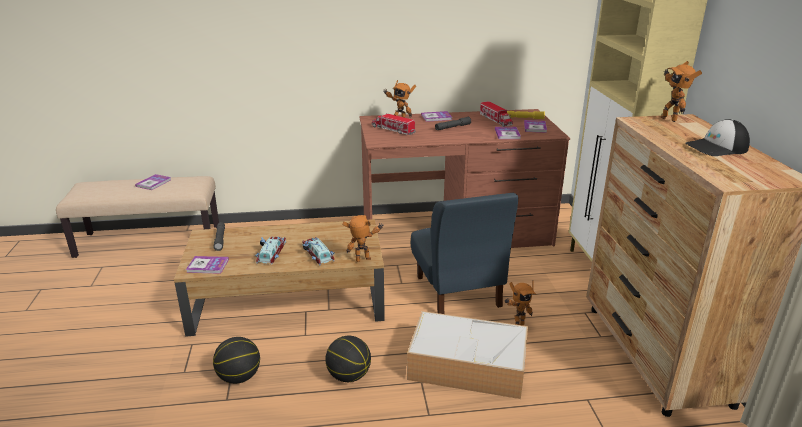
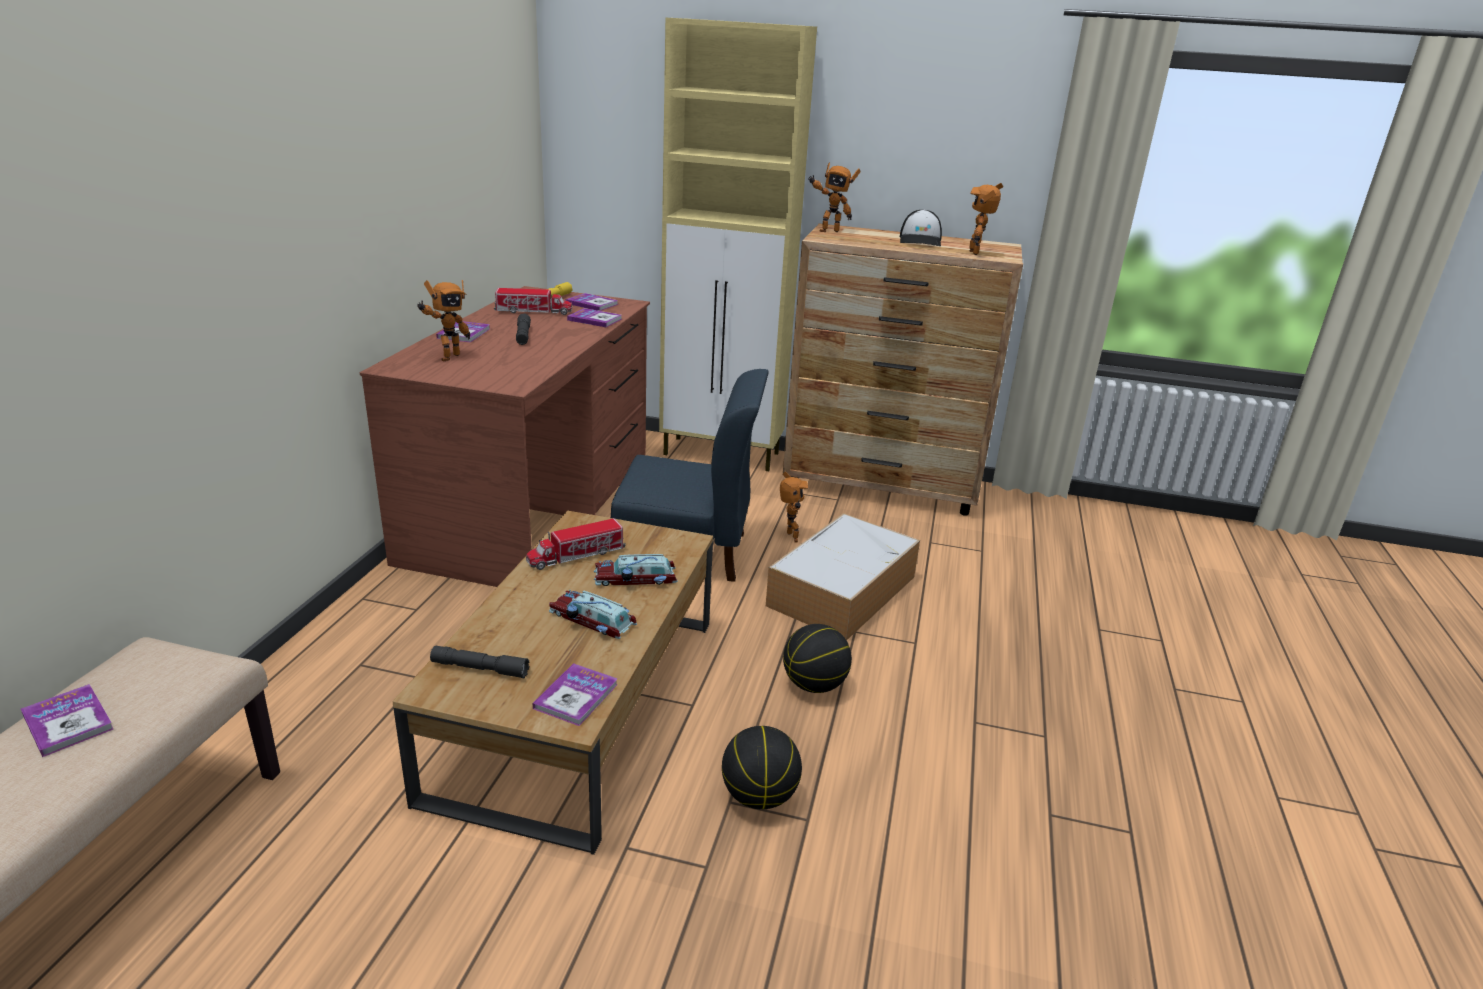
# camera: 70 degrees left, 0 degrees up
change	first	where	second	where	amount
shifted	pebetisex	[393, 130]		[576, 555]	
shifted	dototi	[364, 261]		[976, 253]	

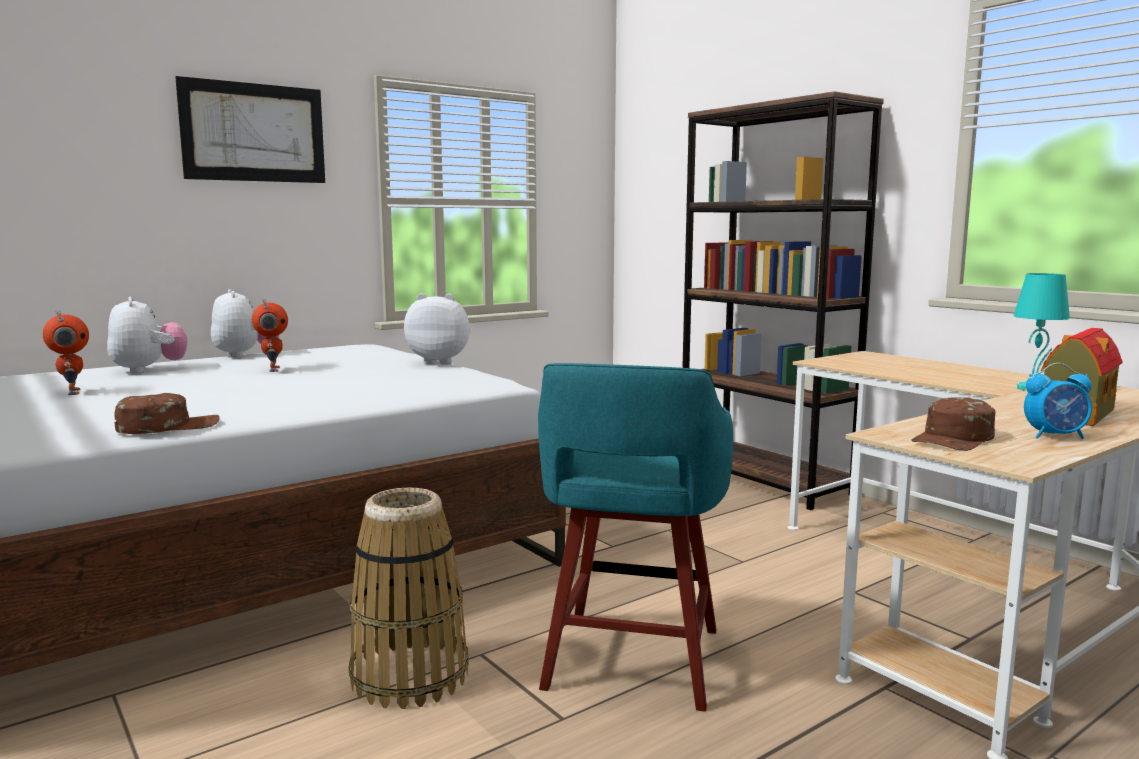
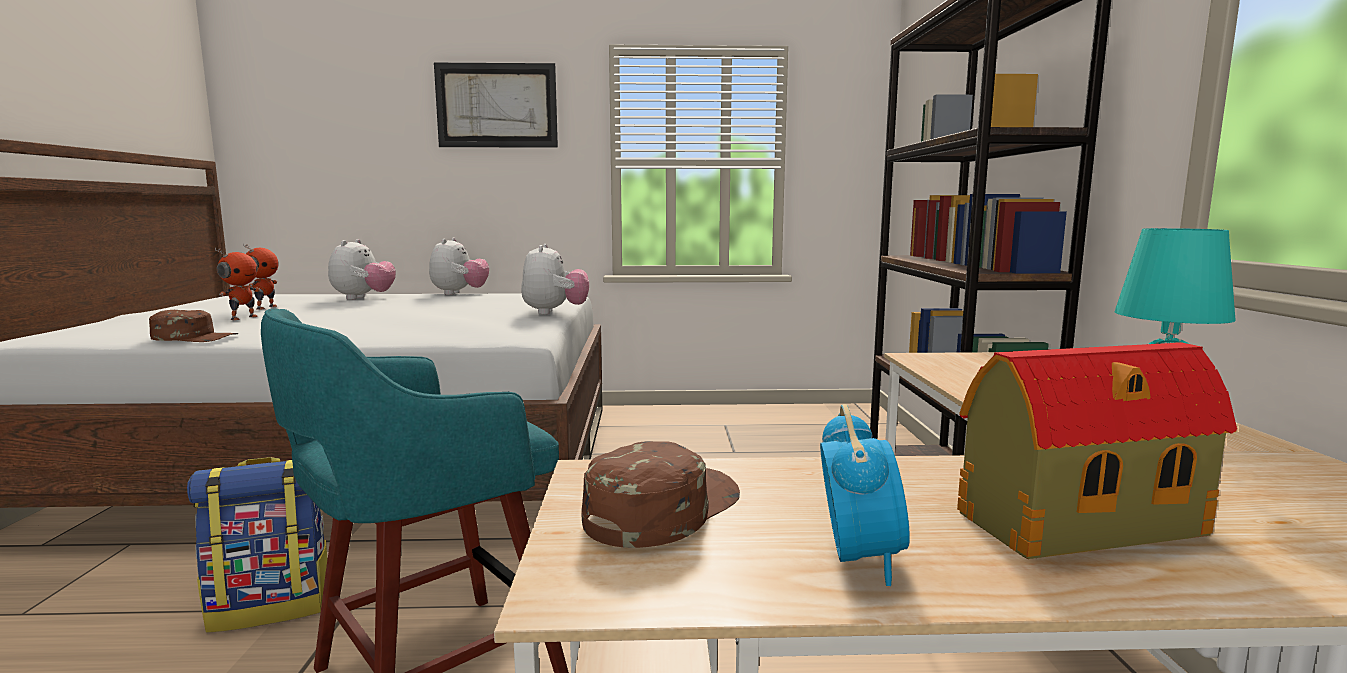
# camera: 35 degrees right, 0 degrees up
change	first	where	second	where	amount
rotated	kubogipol	[440, 361]		[555, 312]	45 degrees clockwise
shifted	dototi	[272, 369]		[243, 318]	
rotated	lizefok	[1055, 436]		[858, 558]	120 degrees counterclockwise
rotated	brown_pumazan	[954, 439]		[661, 509]	135 degrees clockwise
swapped	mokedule	[410, 675]	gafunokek	[272, 606]	

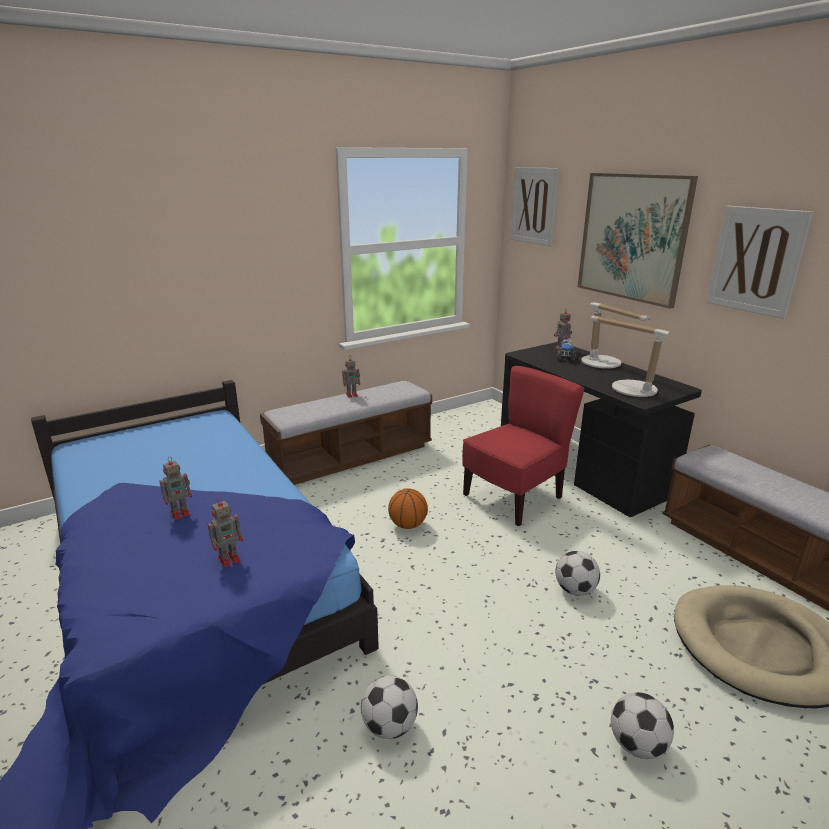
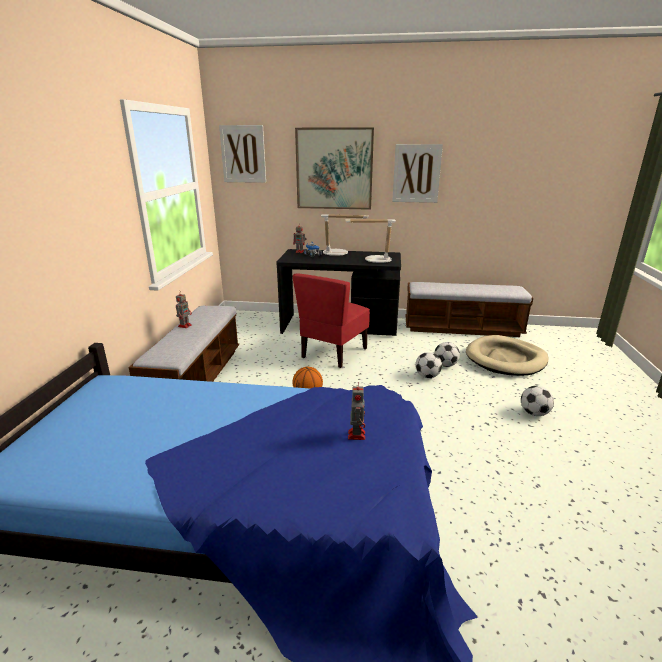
# camera: 50 degrees left, 0 degrees up
change	first	where	second	where	amount
rotated	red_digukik	[514, 497]		[333, 353]	150 degrees counterclockwise
gone	dototi	[181, 513]			
shifted	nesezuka	[389, 726]		[445, 365]	

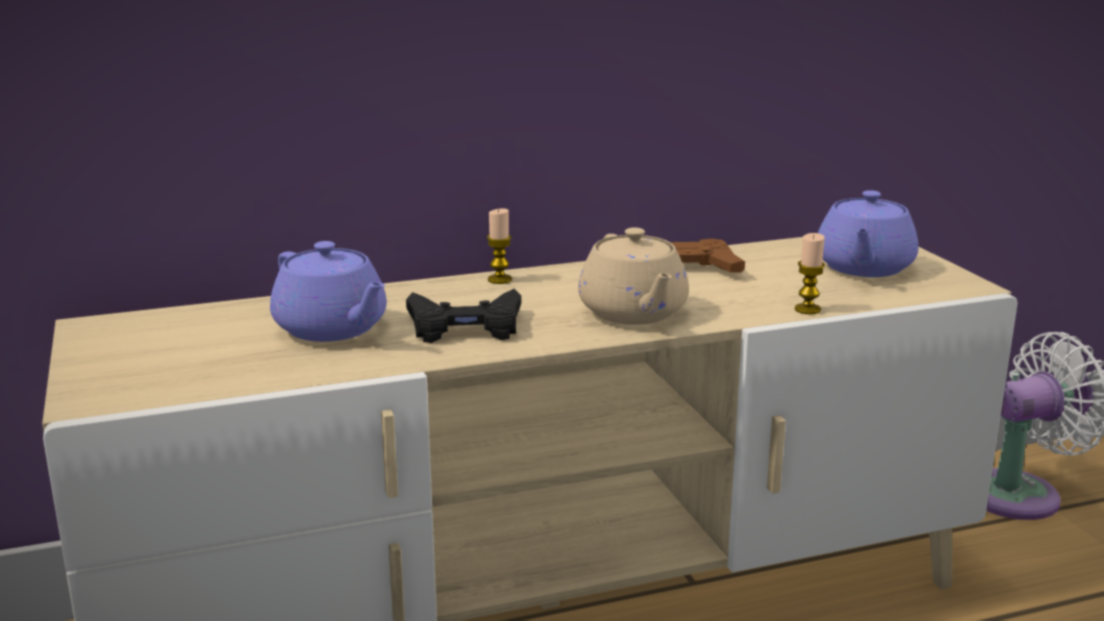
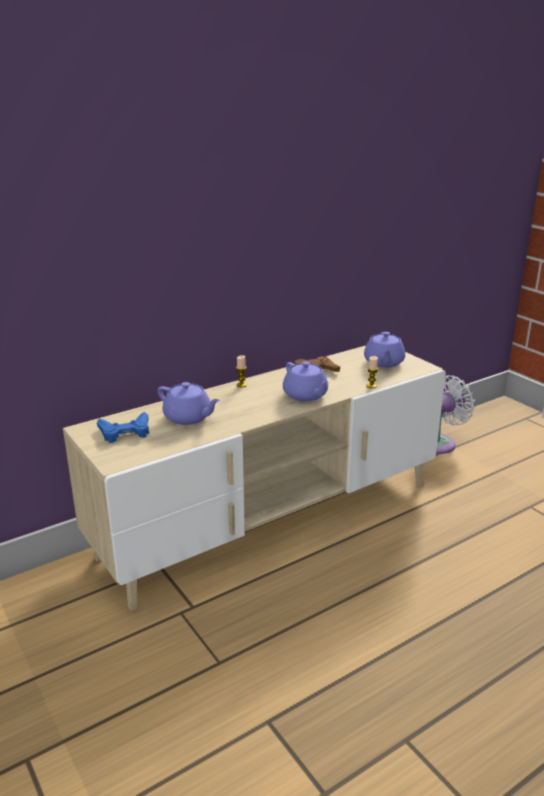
# camera: 15 degrees left, 5 degrees up
change	first	where	second	where	amount
repainted	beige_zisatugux	[633, 313]	purple_zisatugux	[305, 395]	
gone	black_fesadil	[465, 326]			
new			blue_fesadil	[125, 432]	

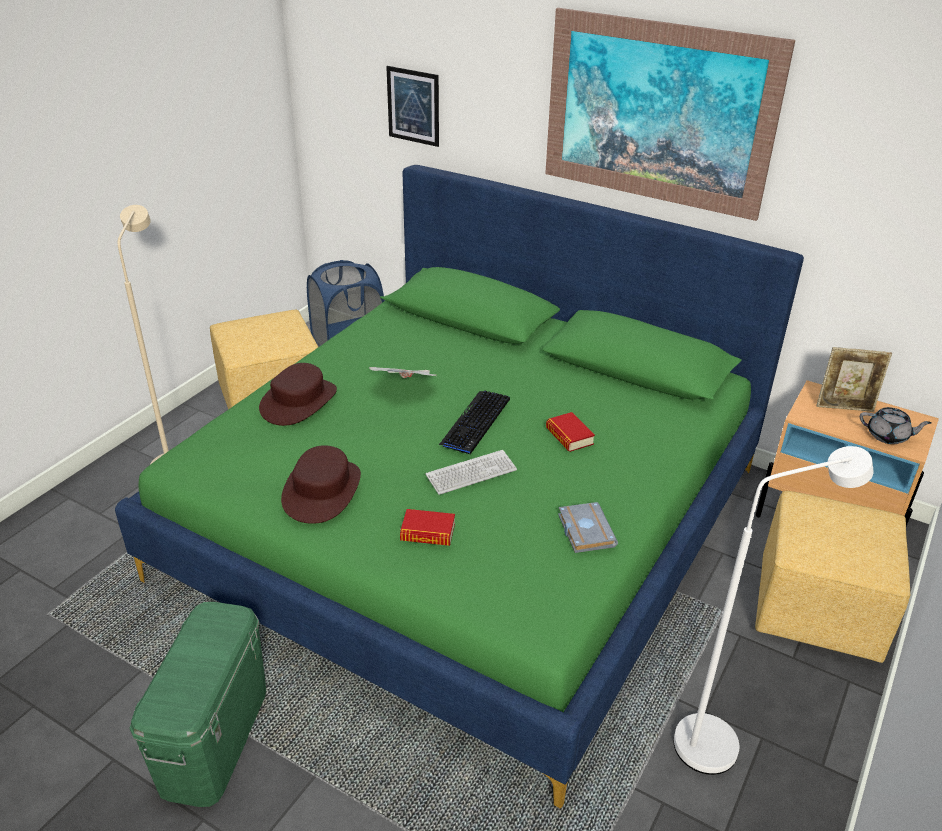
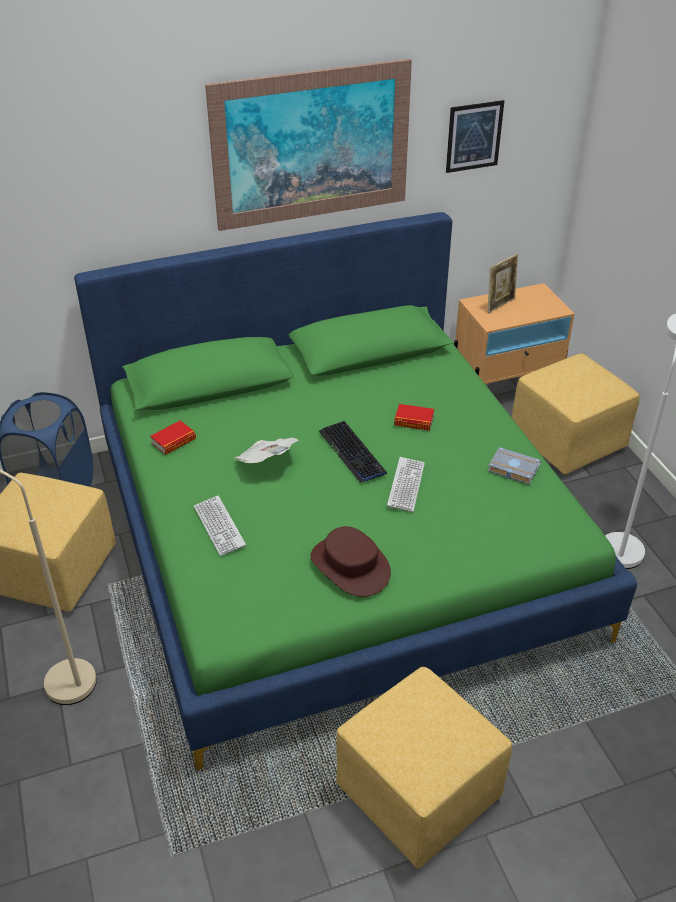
# camera: 50 degrees left, 5 degrees up
change	first	where	second	where	amount
shifted	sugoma	[413, 106]		[474, 136]	
swapped	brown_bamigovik	[299, 401]	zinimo	[219, 526]	
gone	grey_zisatugux	[888, 436]			
shifted	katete	[427, 532]		[173, 441]	
swapped	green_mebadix	[214, 738]	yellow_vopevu	[416, 794]	

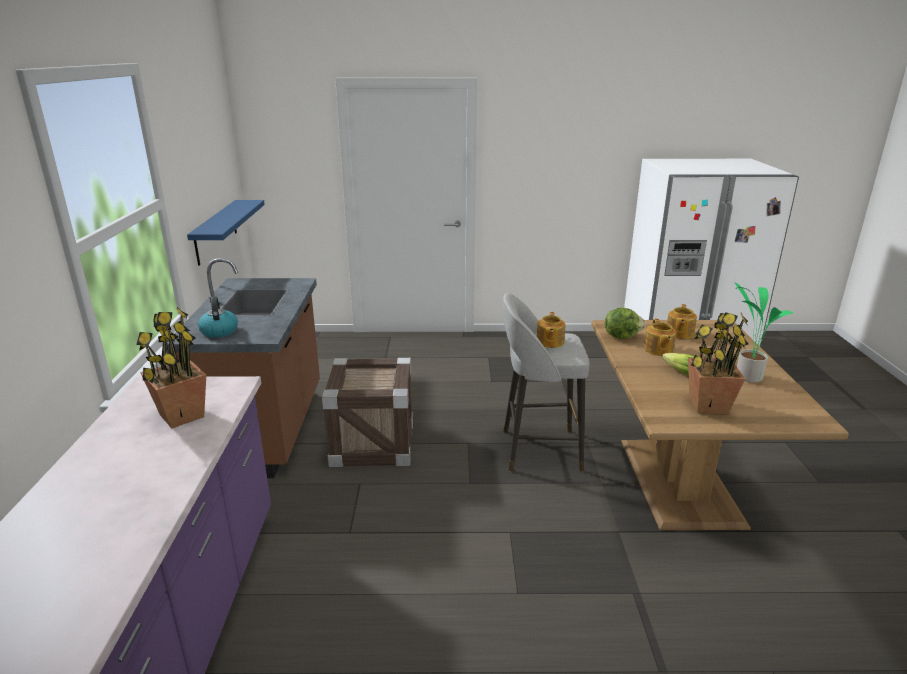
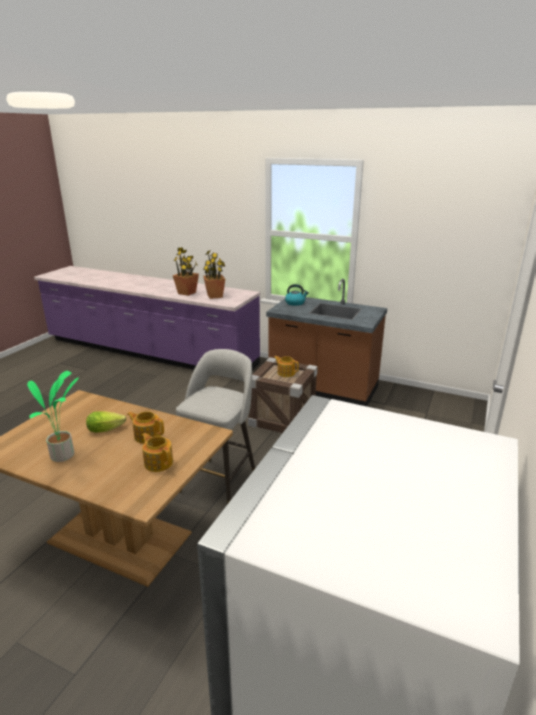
# camera: 115 degrees right, 0 degrees up
change	first	where	second	where	amount
gone	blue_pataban	[216, 231]			
gone	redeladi	[621, 336]			
shifted	zisatugux	[549, 342]		[286, 373]	
shifted	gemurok	[707, 406]		[187, 293]	

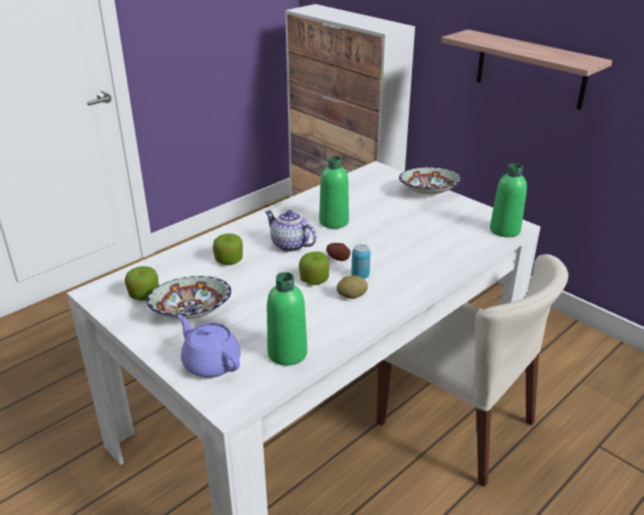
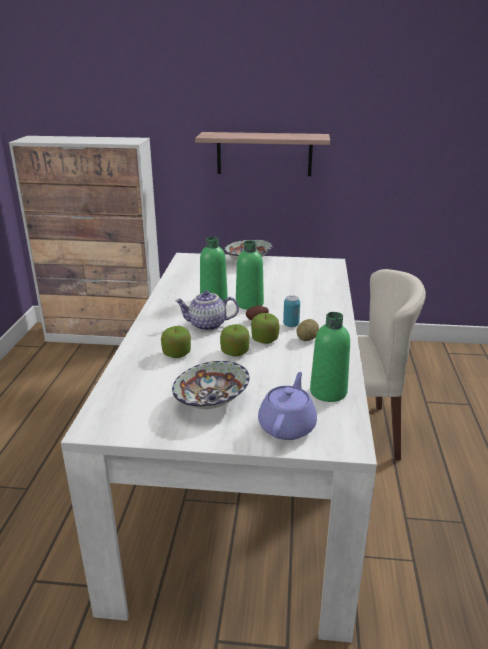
# camera: 40 degrees left, 5 degrees down
change	first	where	second	where	amount
shifted	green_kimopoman	[505, 230]		[249, 304]	
shifted	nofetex	[144, 295]		[235, 352]	
rotated	purple_zisatugux	[210, 363]		[287, 426]	105 degrees clockwise

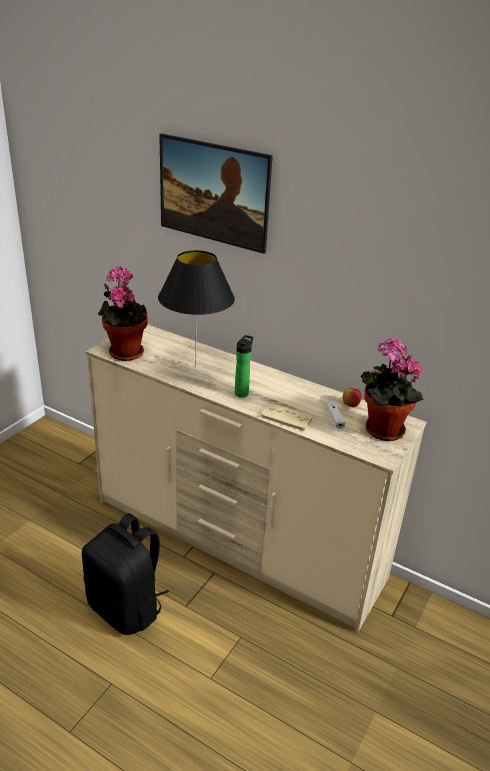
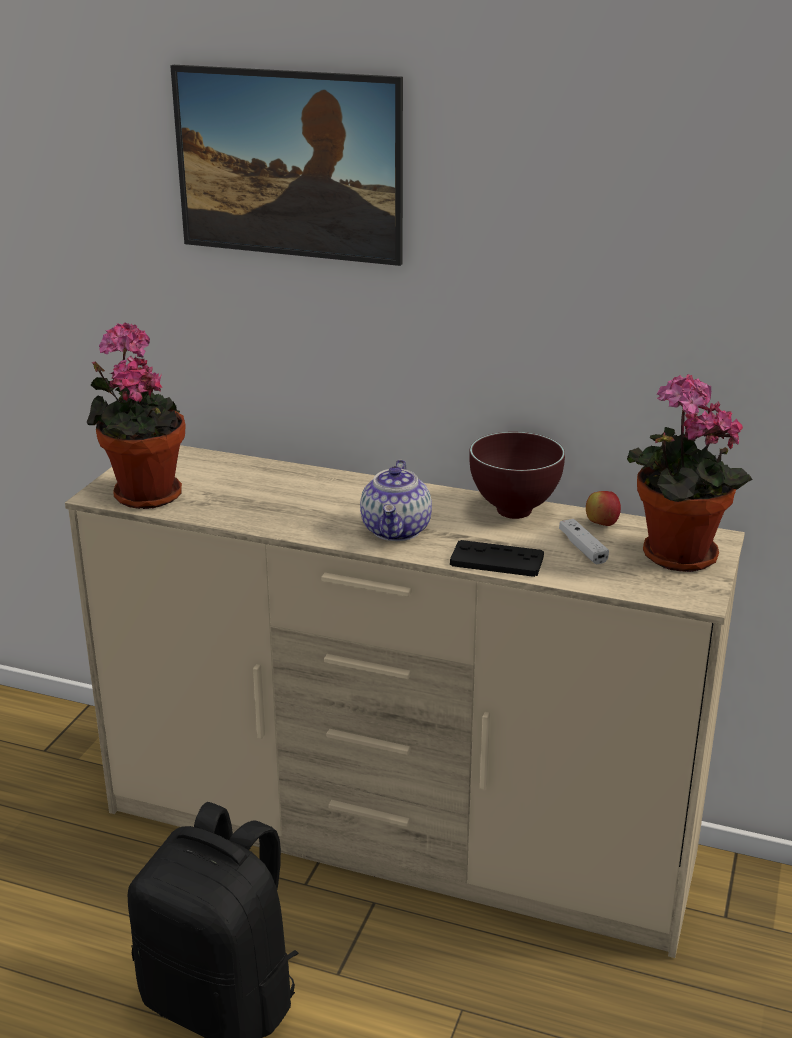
# camera: 10 degrees left, 5 degrees down
change	first	where	second	where	amount
gone	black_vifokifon	[195, 366]			
swapped	kimopoman	[242, 392]	zisatugux	[397, 531]	
repainted	beige_fesadil	[286, 418]	black_fesadil	[497, 560]	
new			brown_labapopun	[512, 513]	

